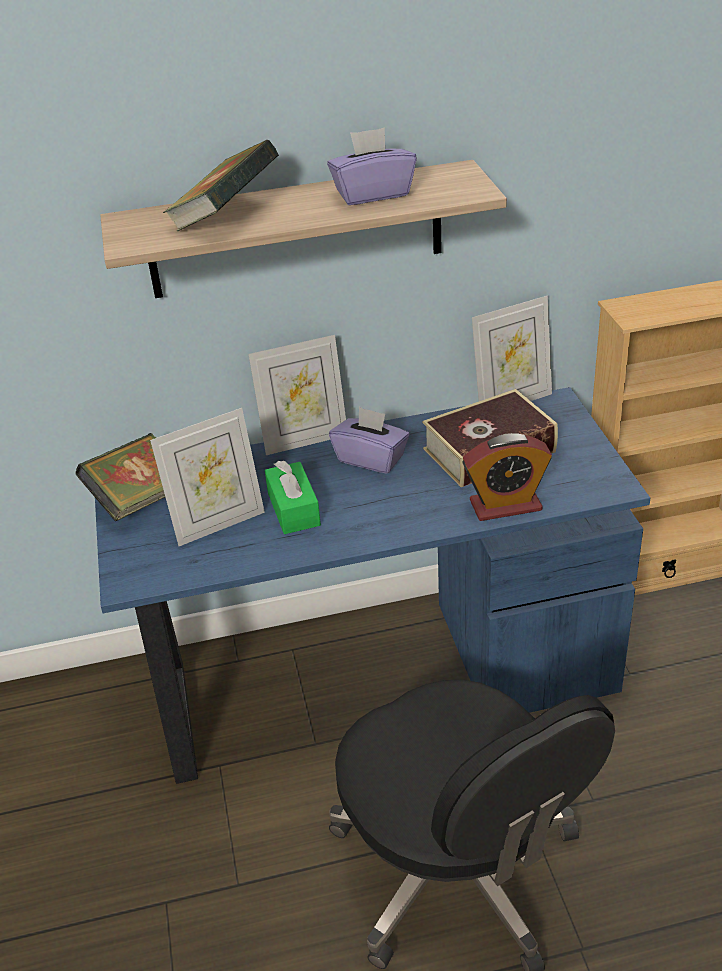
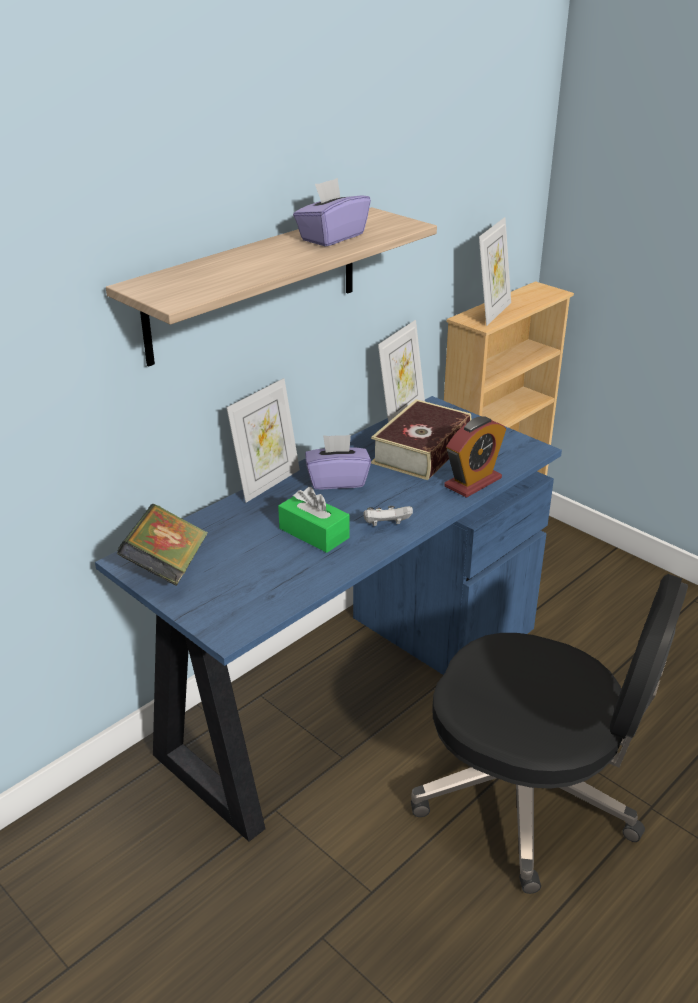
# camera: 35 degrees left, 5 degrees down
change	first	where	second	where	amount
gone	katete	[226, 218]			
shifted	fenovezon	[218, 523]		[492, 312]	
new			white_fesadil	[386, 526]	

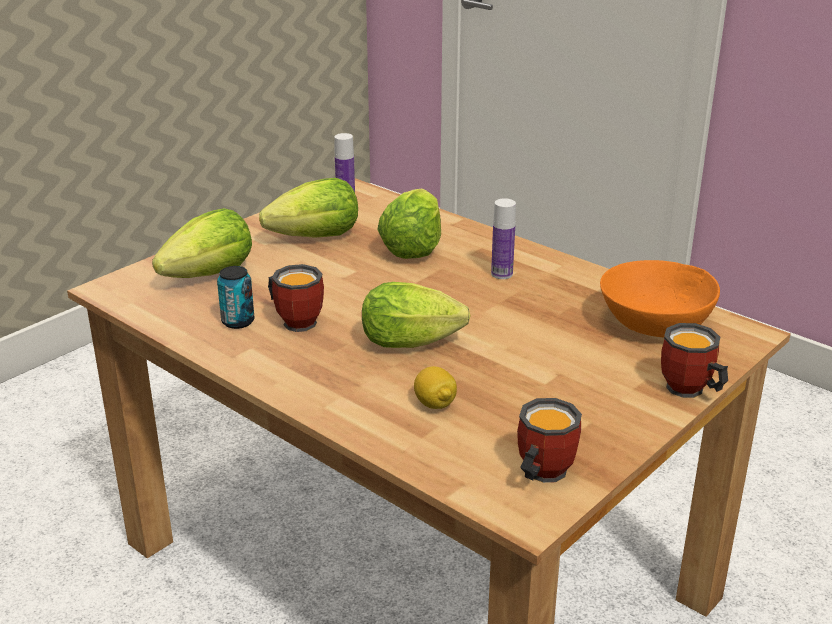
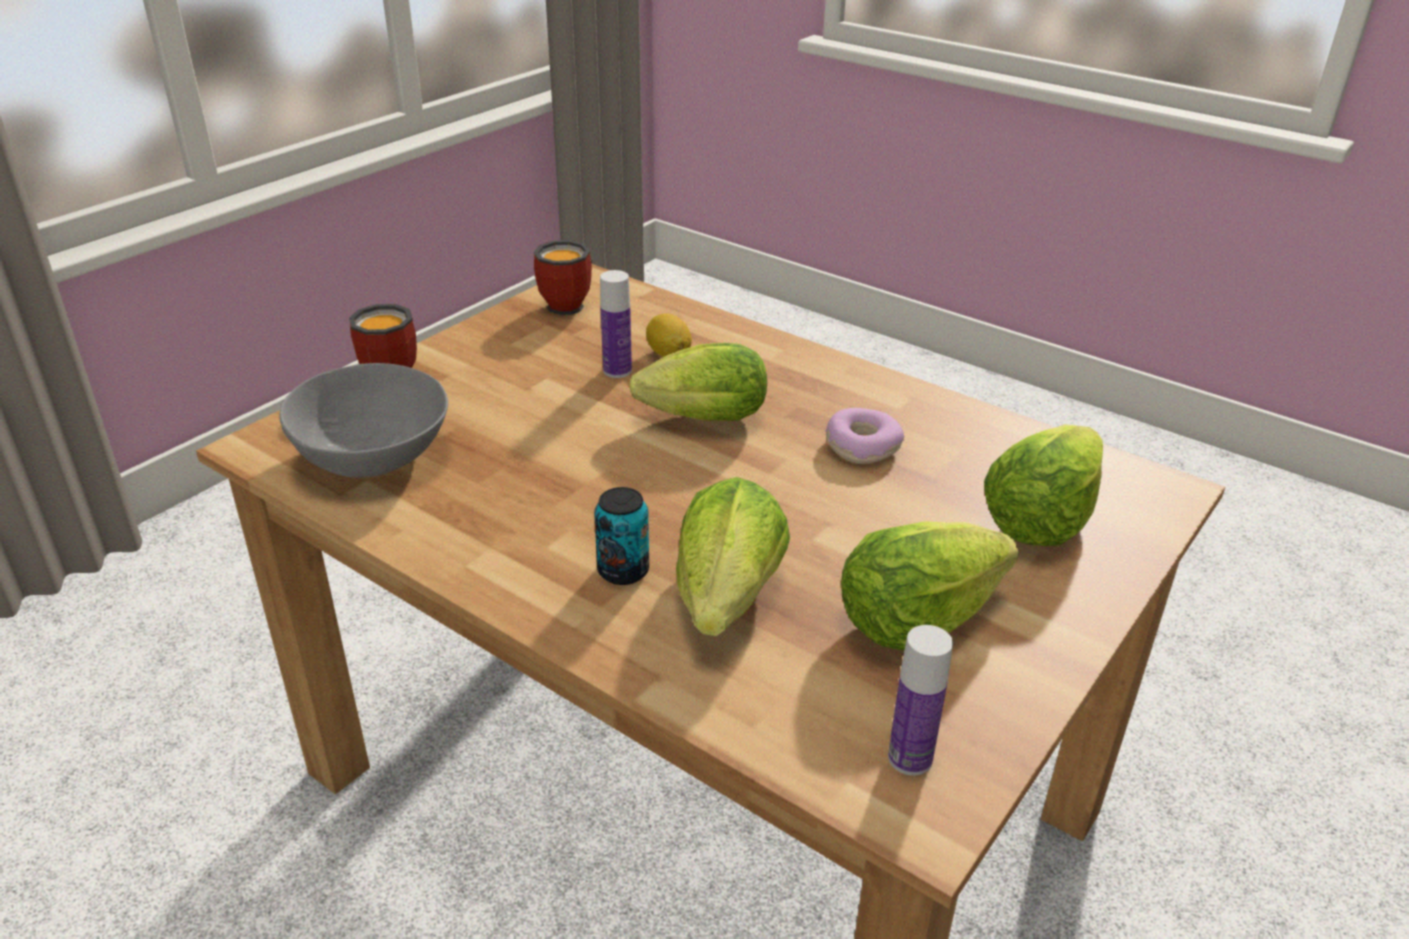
# camera: 175 degrees right, 5 degrees up
change	first	where	second	where	amount
shifted	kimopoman	[502, 274]		[617, 371]	
repainted	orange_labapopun	[654, 324]	grey_labapopun	[374, 456]	
swapped	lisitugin	[297, 320]	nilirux	[862, 446]	
shifted	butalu	[238, 321]		[623, 571]	

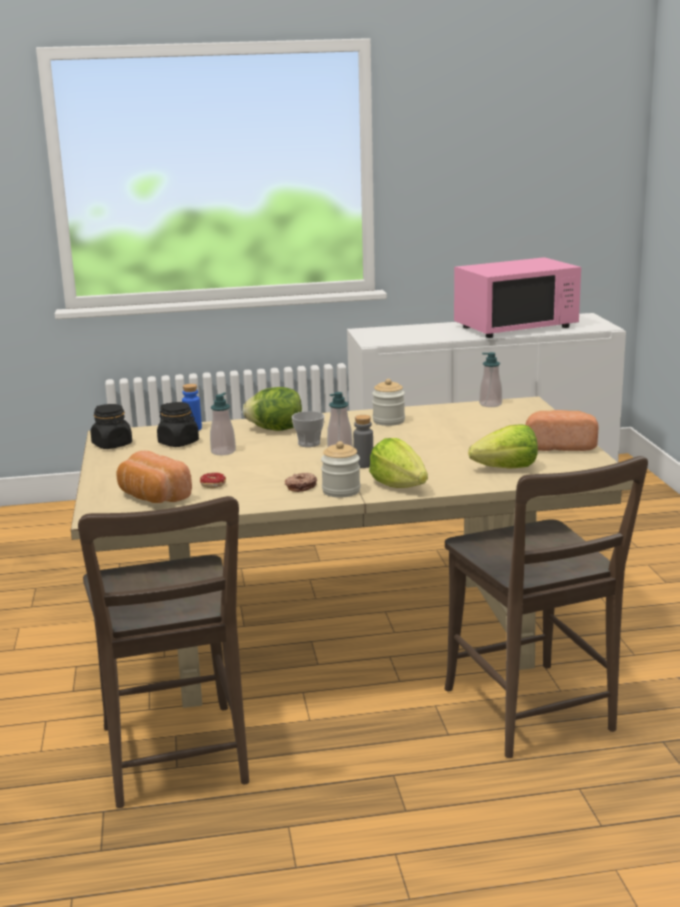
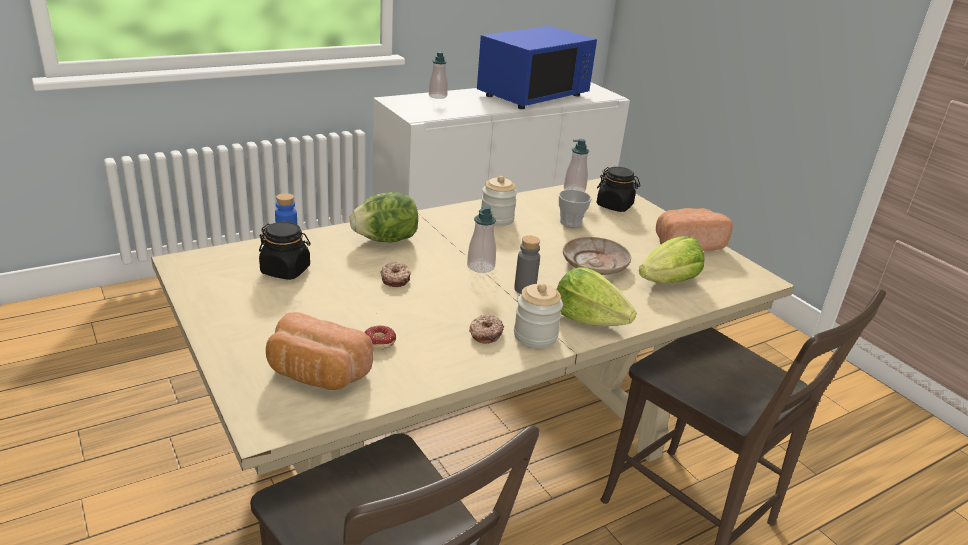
# camera: 25 degrees left, 10 degrees up
change	first	where	second	where	amount
repainted	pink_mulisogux	[515, 327]	blue_mulisogux	[533, 95]	
shifted	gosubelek	[223, 452]		[437, 96]	
shifted	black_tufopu	[112, 445]		[614, 206]	
shifted	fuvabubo	[309, 443]		[571, 222]	
new			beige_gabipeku	[595, 264]	
new			nilirux	[396, 279]	

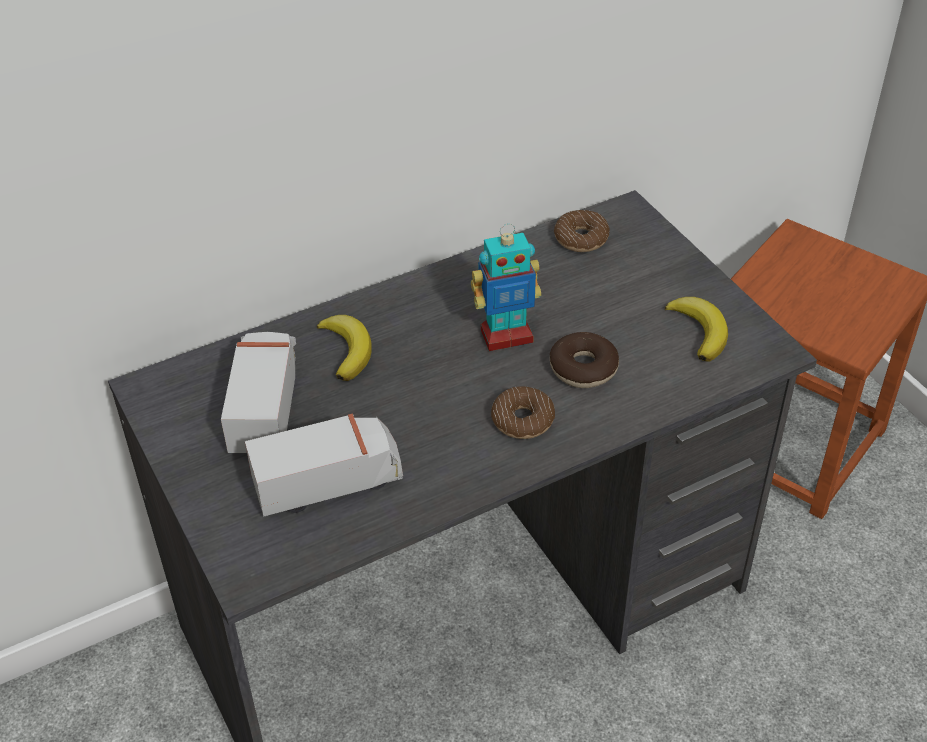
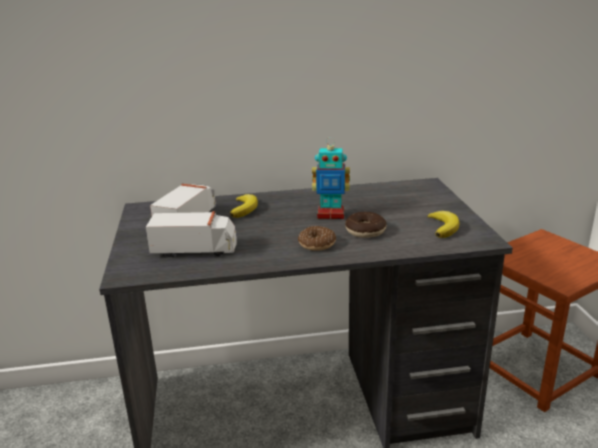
# camera: 20 degrees right, 20 degrees down
change	first	where	second	where	amount
gone	nilirux	[581, 238]			

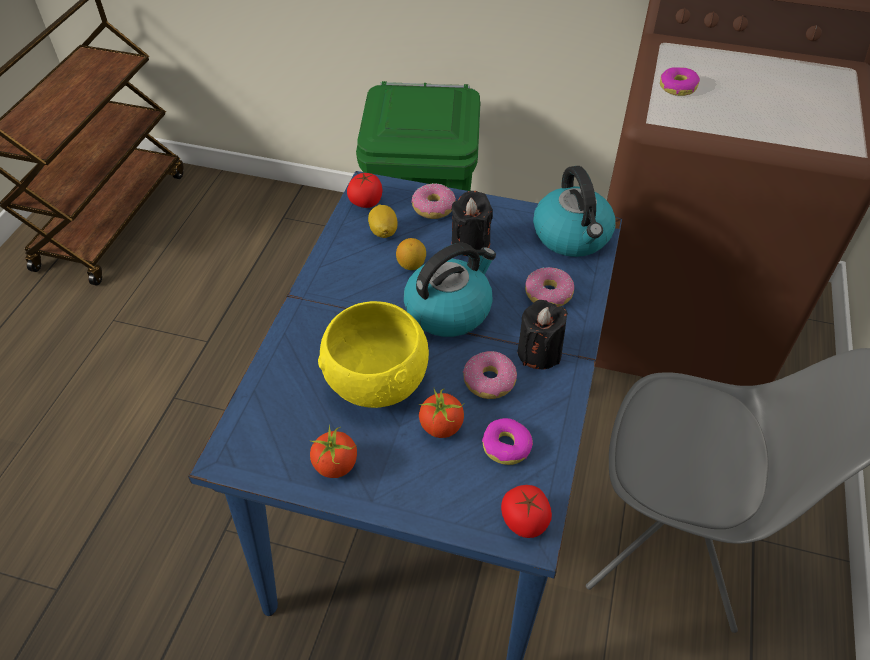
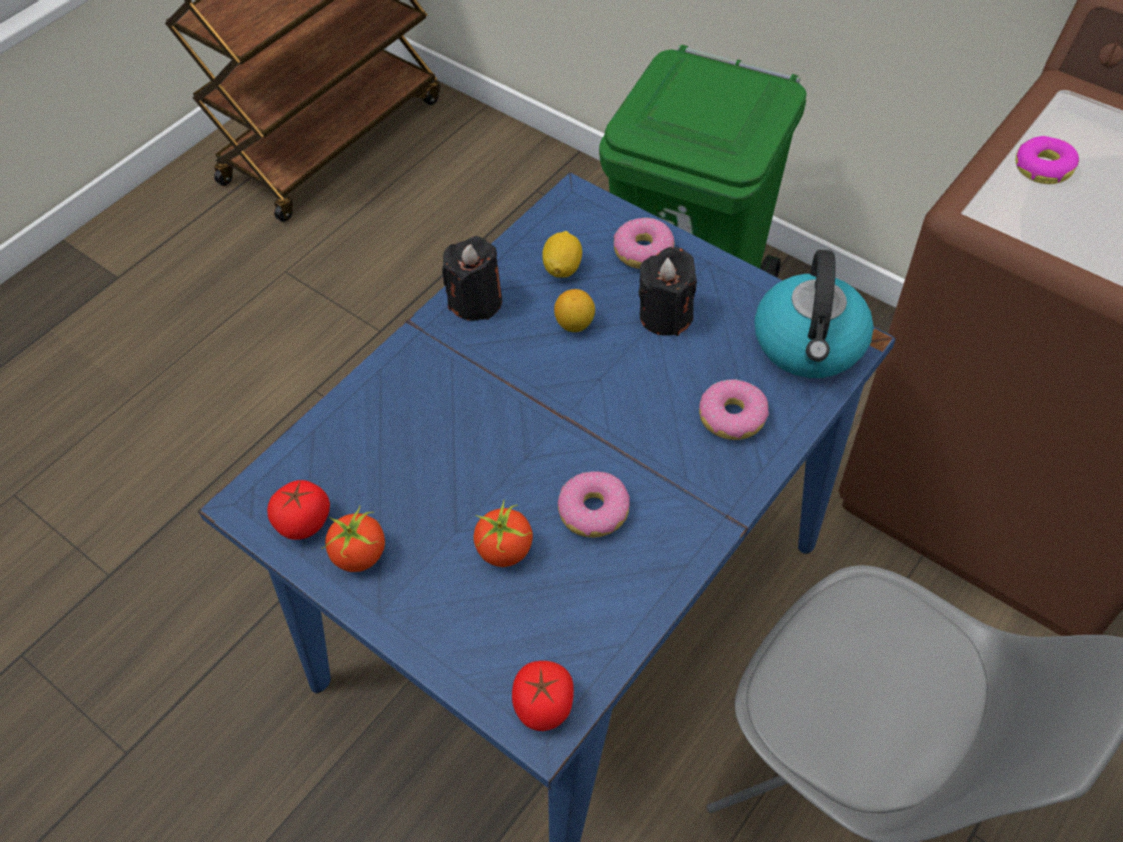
# camera: 25 degrees right, 5 degrees up
change	first	where	second	where	amount
shifted	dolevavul	[366, 202]		[304, 522]	
gone	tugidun	[449, 309]			
shifted	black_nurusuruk	[539, 352]		[476, 301]	
gone	yellow_labapopun	[377, 378]			
gone	nilirux	[506, 446]			

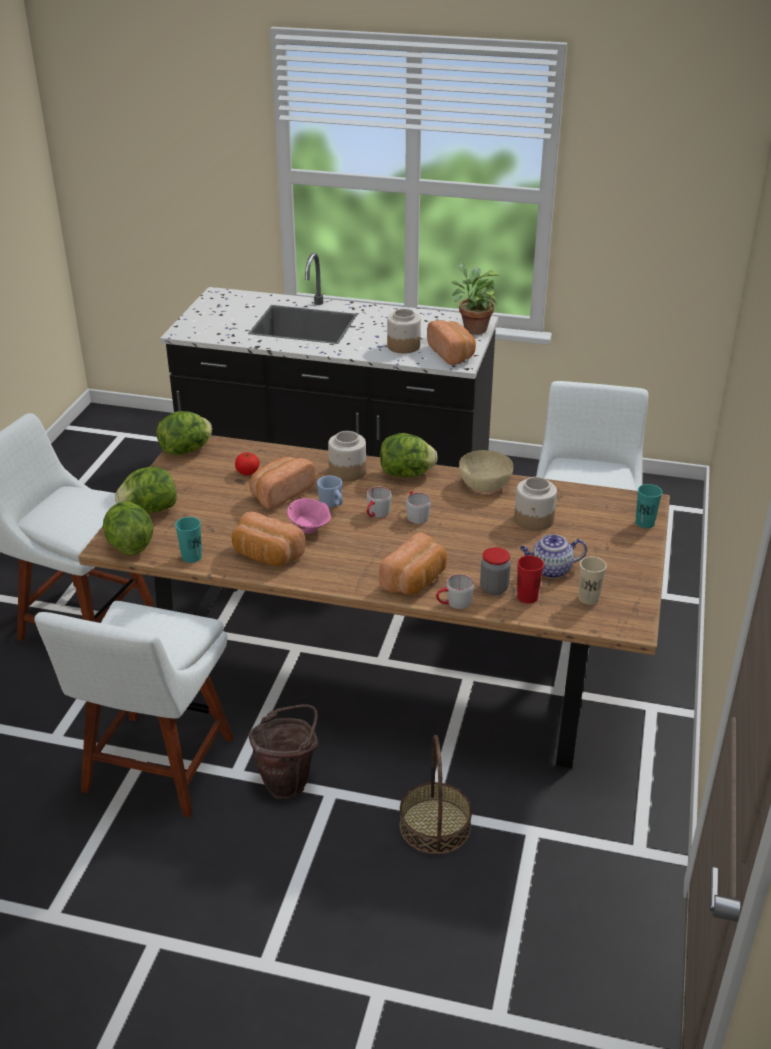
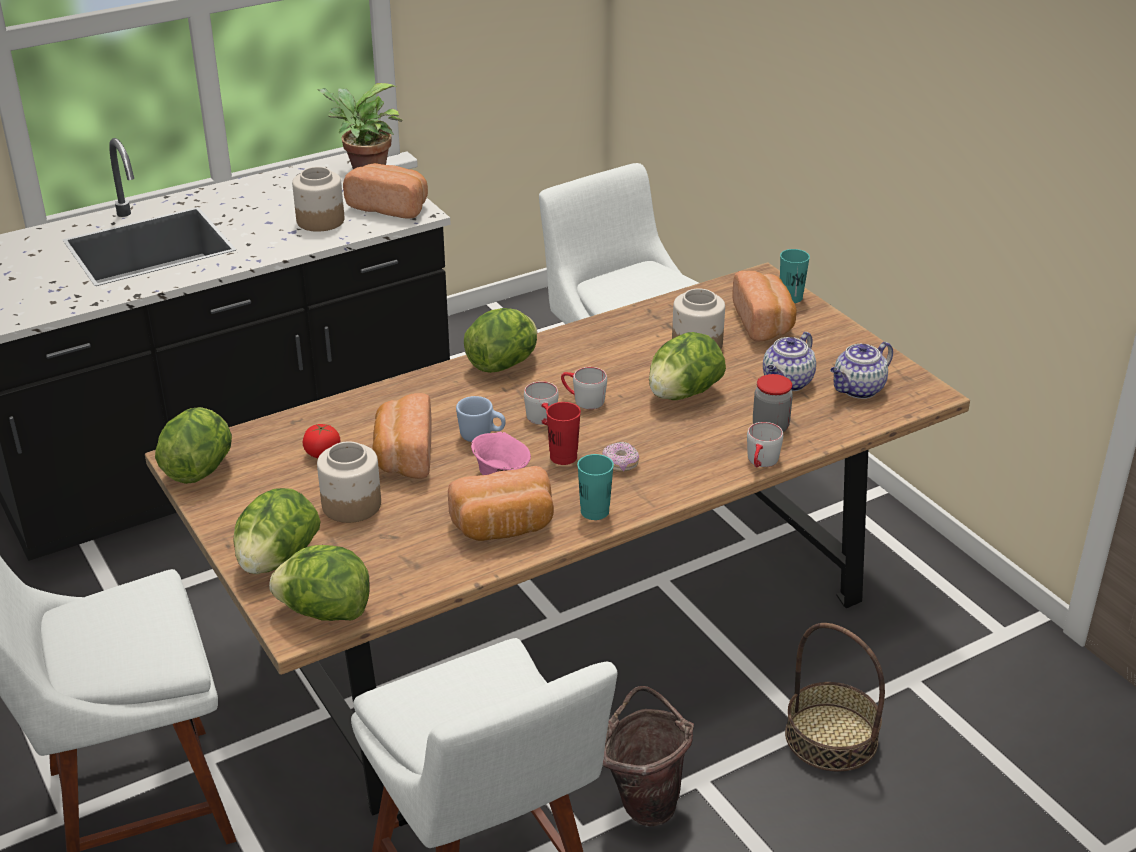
# camera: 45 degrees left, 0 degrees up
change	first	where	second	where	amount
shifted	tufopu	[347, 471]		[351, 505]	
gone	beige_labapopun	[485, 484]			
shifted	turquoise_fuvabubo	[191, 557]		[594, 511]	
shifted	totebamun	[416, 581]		[764, 323]	
shifted	red_fuvabubo	[527, 597]		[563, 457]	
swapped	beige_fuvabubo	[588, 598]	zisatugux	[858, 390]	
new			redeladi	[683, 394]	
new			nilirux	[620, 464]	

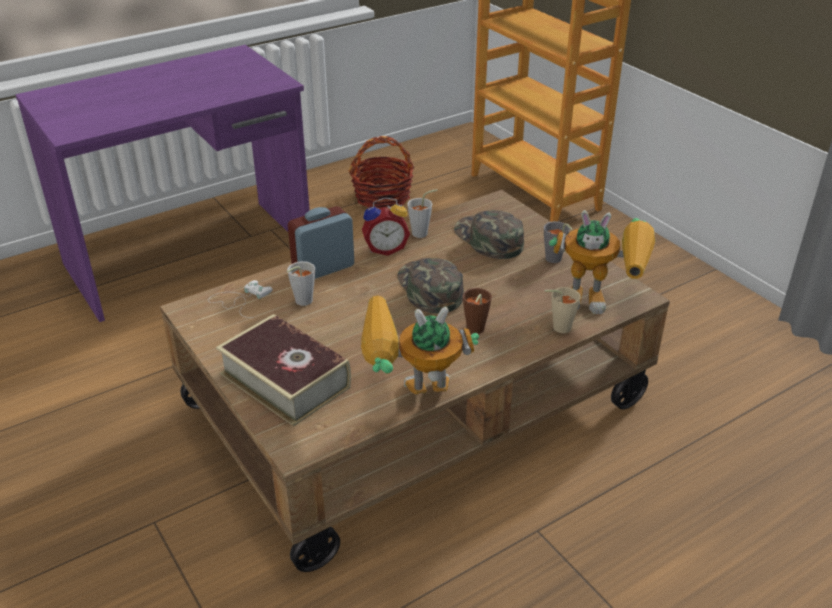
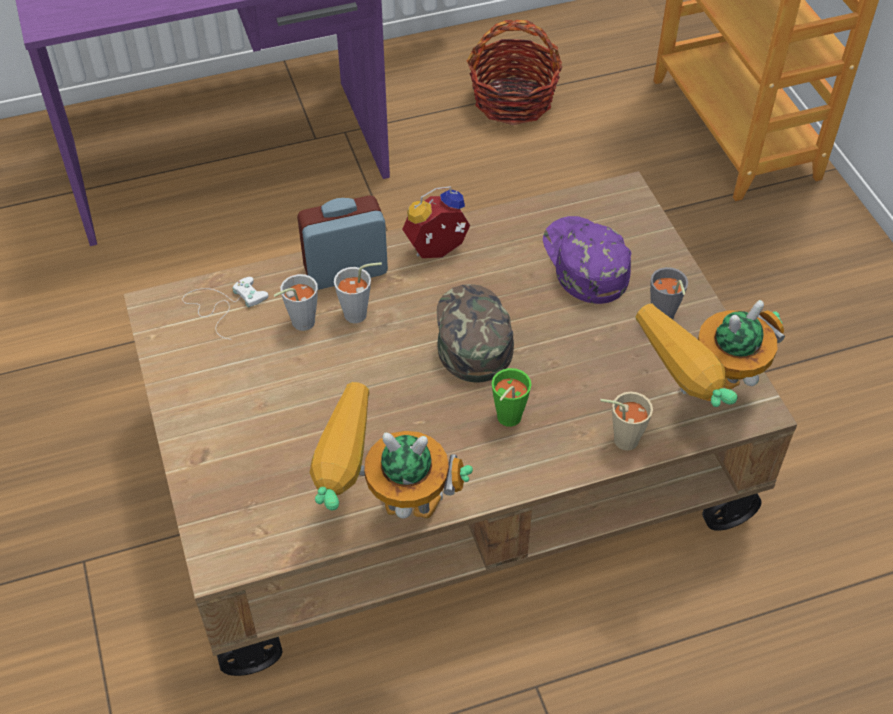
# camera: 15 degrees right, 15 degrees up
change	first	where	second	where	amount
shifted	grey_fuvabubo	[423, 233]		[361, 314]	
rotated	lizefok	[385, 249]		[438, 252]	150 degrees clockwise
repainted	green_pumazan	[488, 239]	purple_pumazan	[584, 262]	
rotated	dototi	[602, 301]		[699, 406]	120 degrees clockwise
repainted	brown_fuvabubo	[474, 331]	green_fuvabubo	[506, 420]	
gone	katete	[285, 380]			

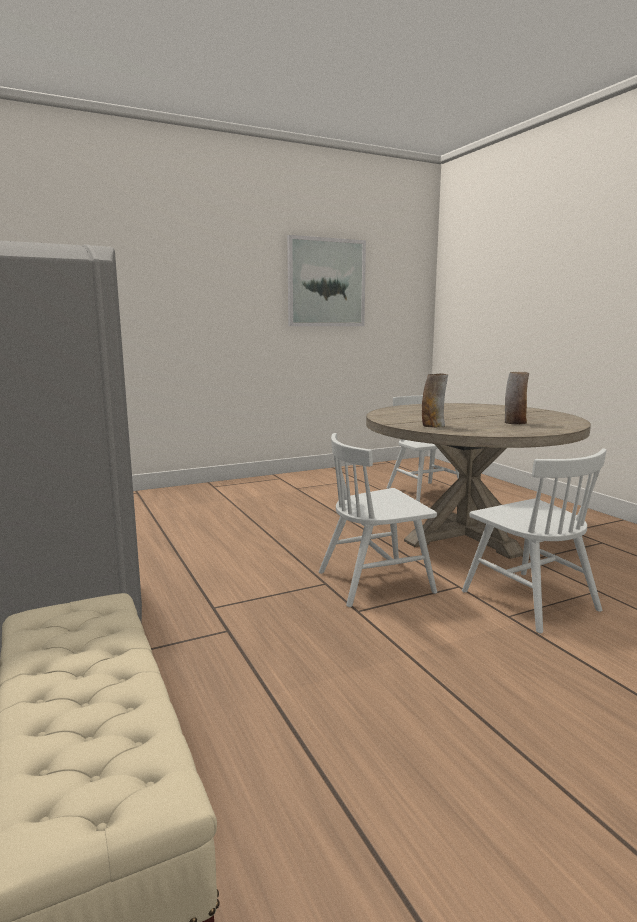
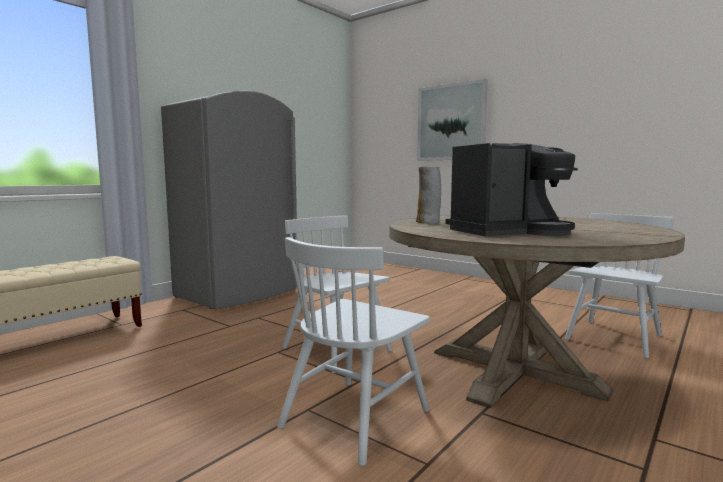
# camera: 65 degrees right, 5 degrees down
change	first	where	second	where	amount
shifted	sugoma	[326, 283]		[451, 122]	
swapped	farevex	[514, 423]	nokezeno	[509, 232]	

